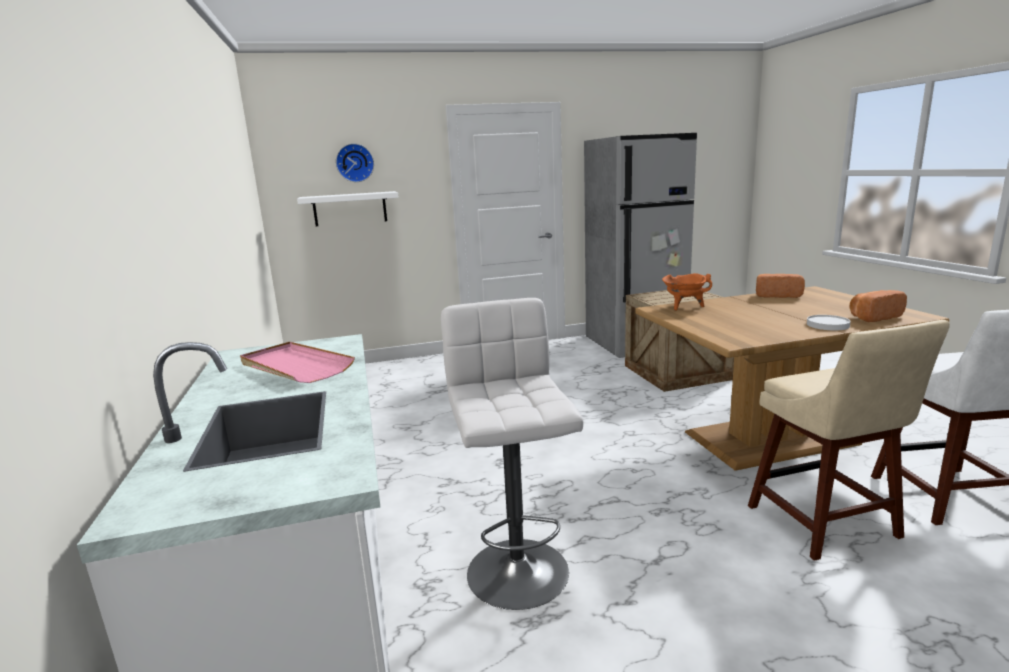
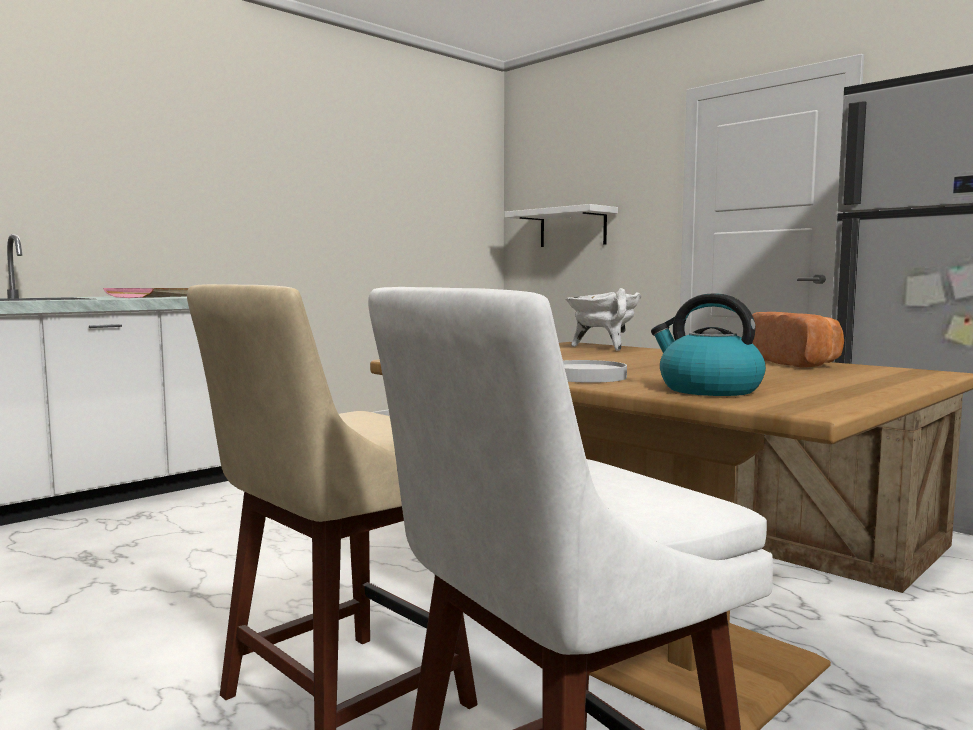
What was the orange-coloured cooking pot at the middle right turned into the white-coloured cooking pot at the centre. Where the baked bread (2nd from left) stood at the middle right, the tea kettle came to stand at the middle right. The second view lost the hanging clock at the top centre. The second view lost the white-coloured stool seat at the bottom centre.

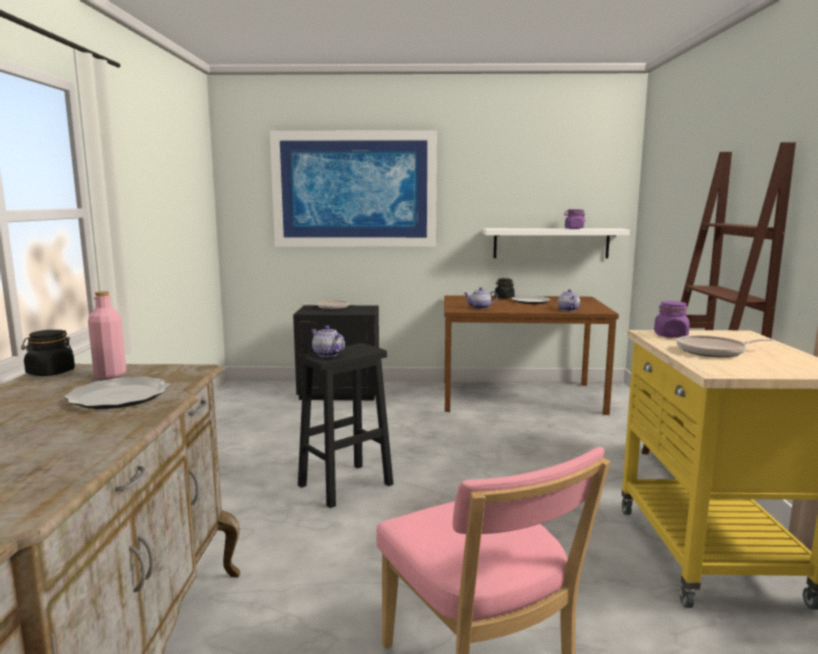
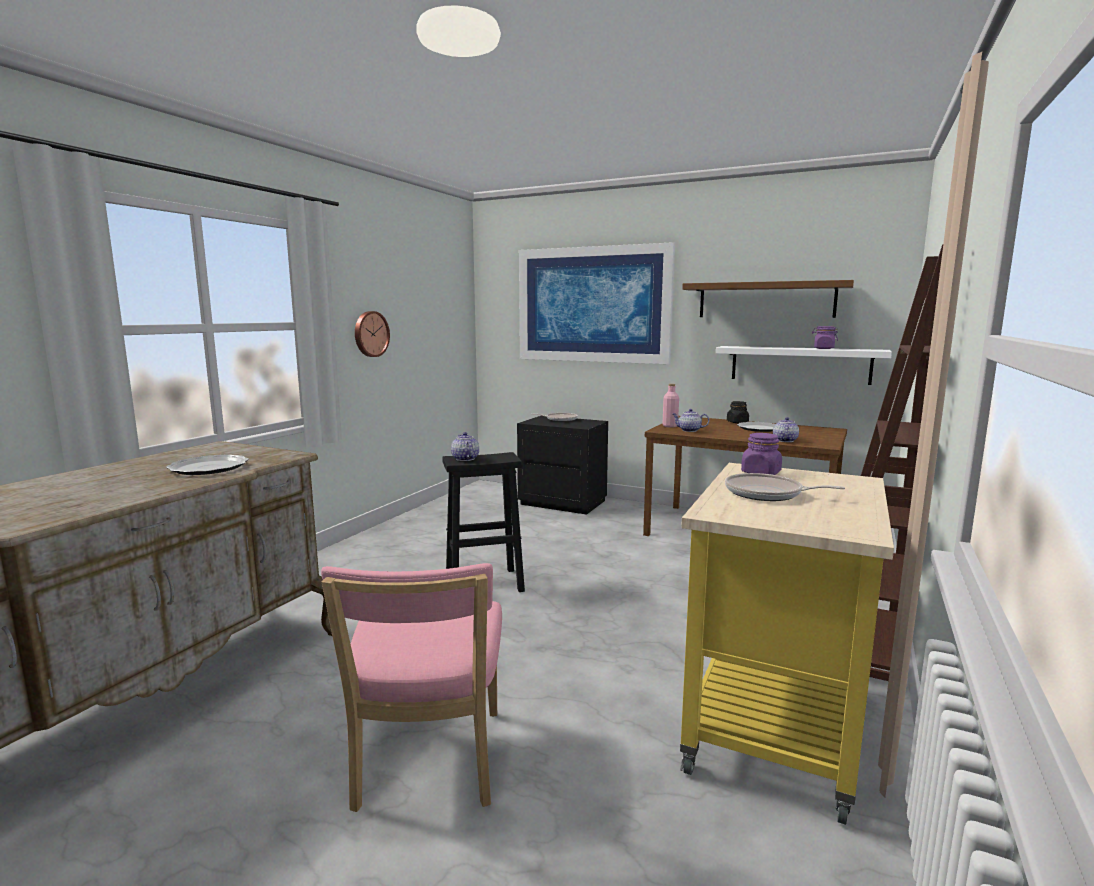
The second view gained the hanging clock at the centre. The pink-coloured drink bottle ended up elsewhere, having gone from the middle left to the centre. The second view gained the brown wall shelf at the middle right. The second view lost the black jar (1st from left) at the middle left.

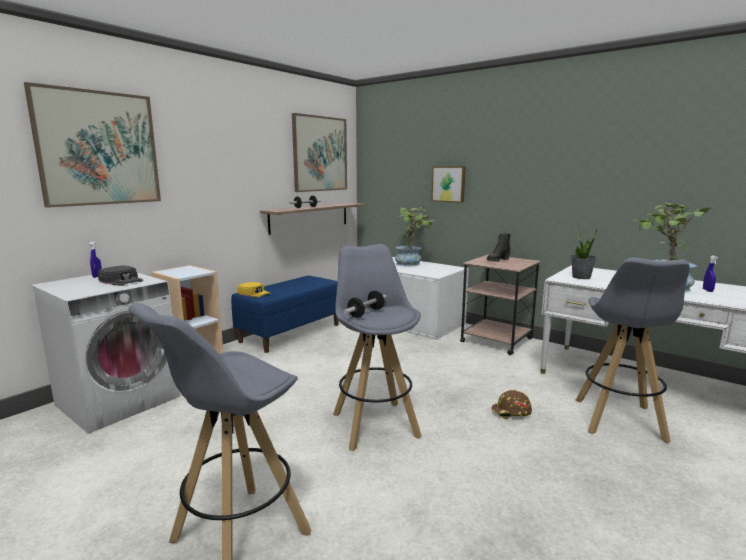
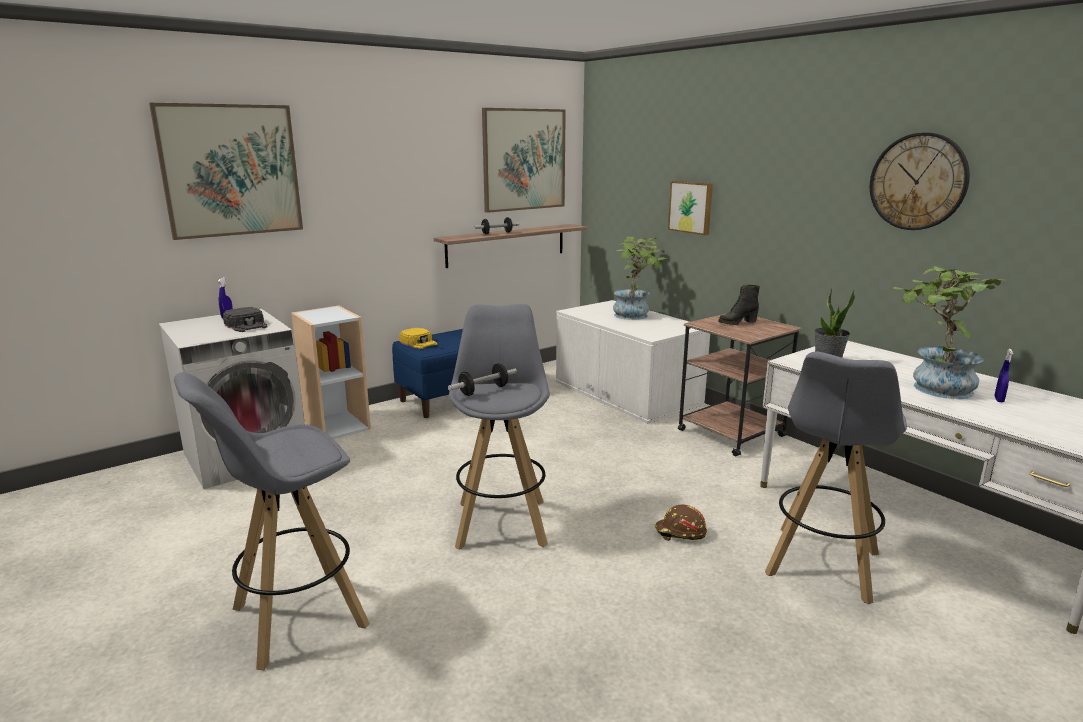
The second view gained the hanging clock at the top right.

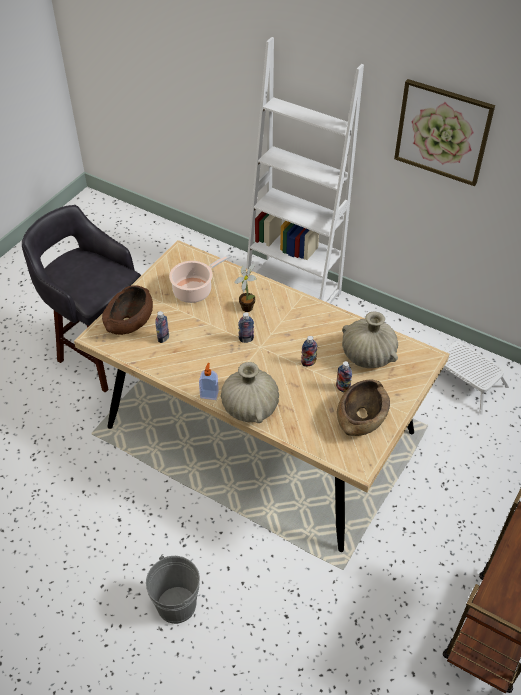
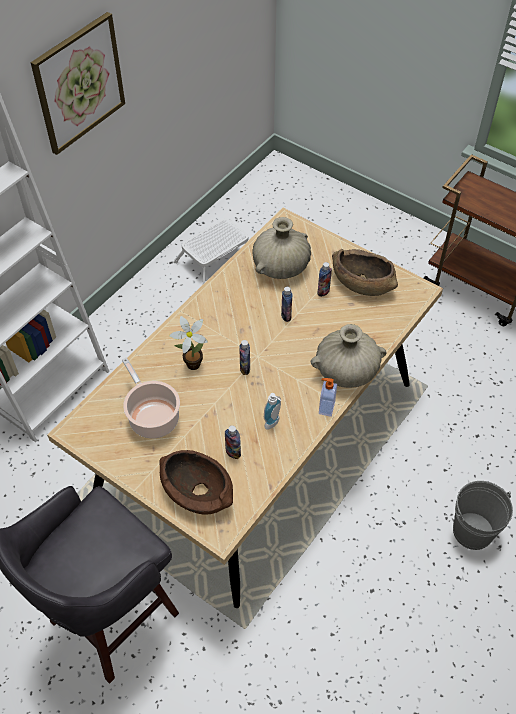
The second view gained the liquid soap bottle (1st from left) at the centre.

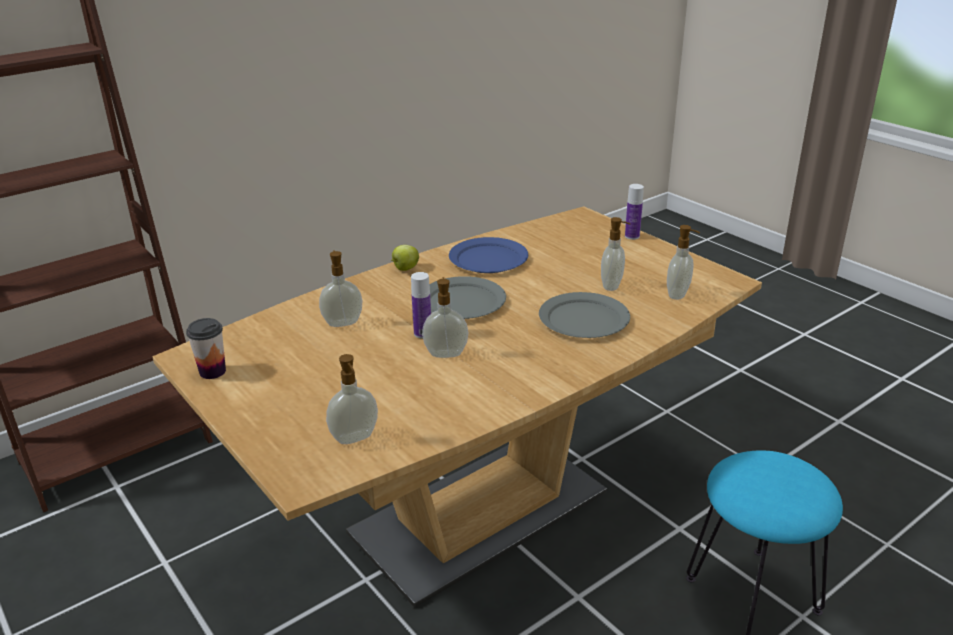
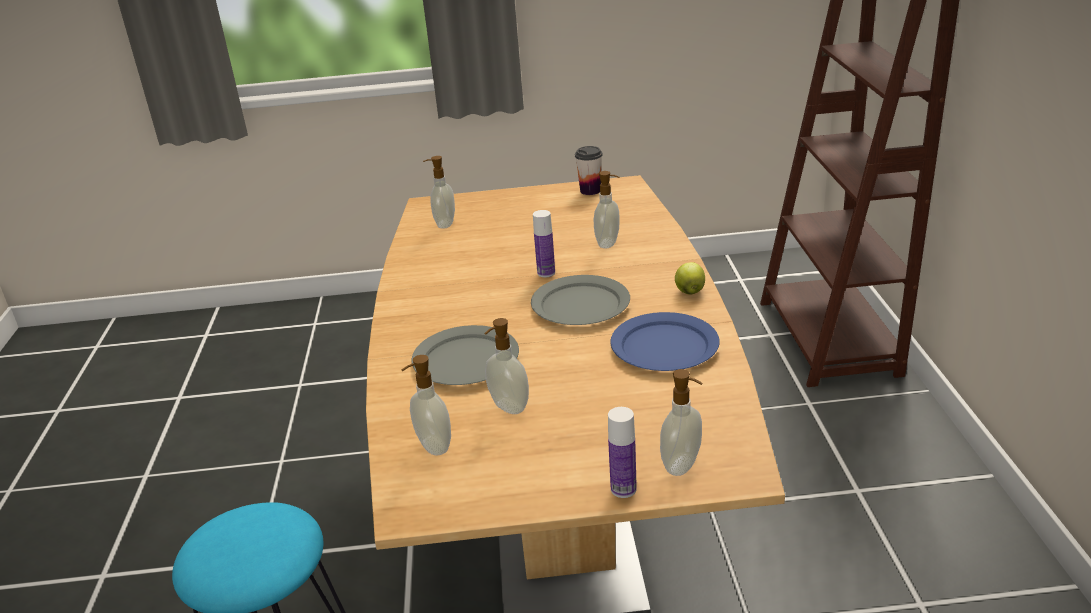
The liquid soap bottle (3rd from left in the first image) ended up elsewhere, having gone from the centre to the bottom centre.

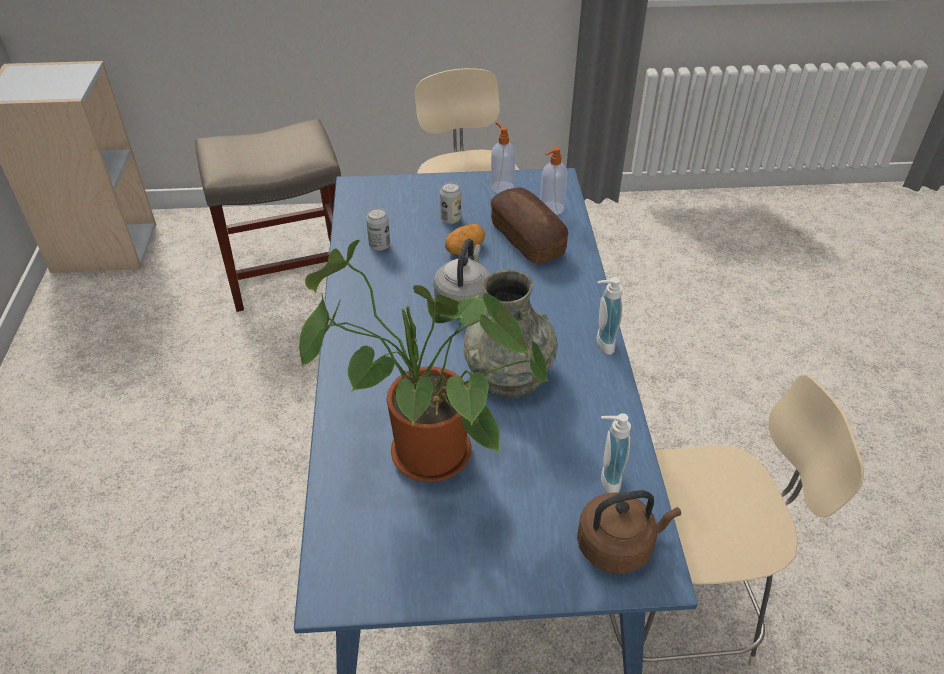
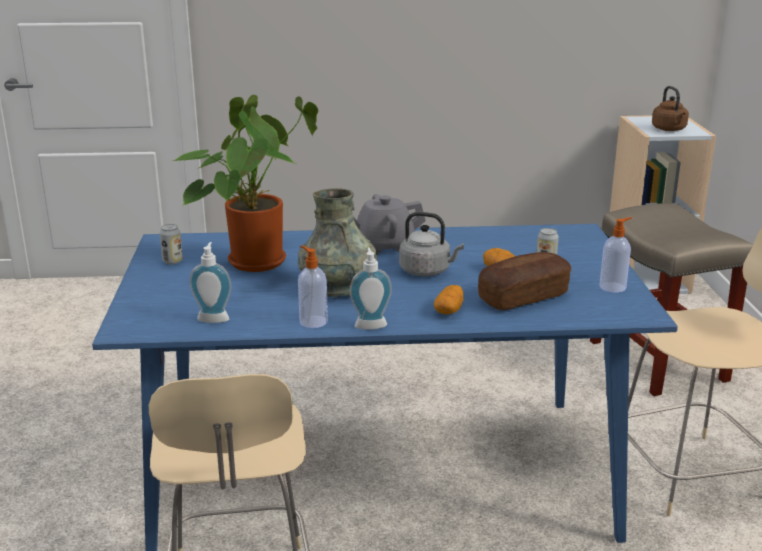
The metal can (1st from left) ended up elsewhere, having gone from the centre to the middle left. The liquid soap bottle (2nd from left) ended up elsewhere, having gone from the top centre to the centre. The second view gained the greyish tea pot at the centre. The second view gained the potato (1st from left) at the centre. The brown tea kettle ended up elsewhere, having gone from the bottom centre to the top right.

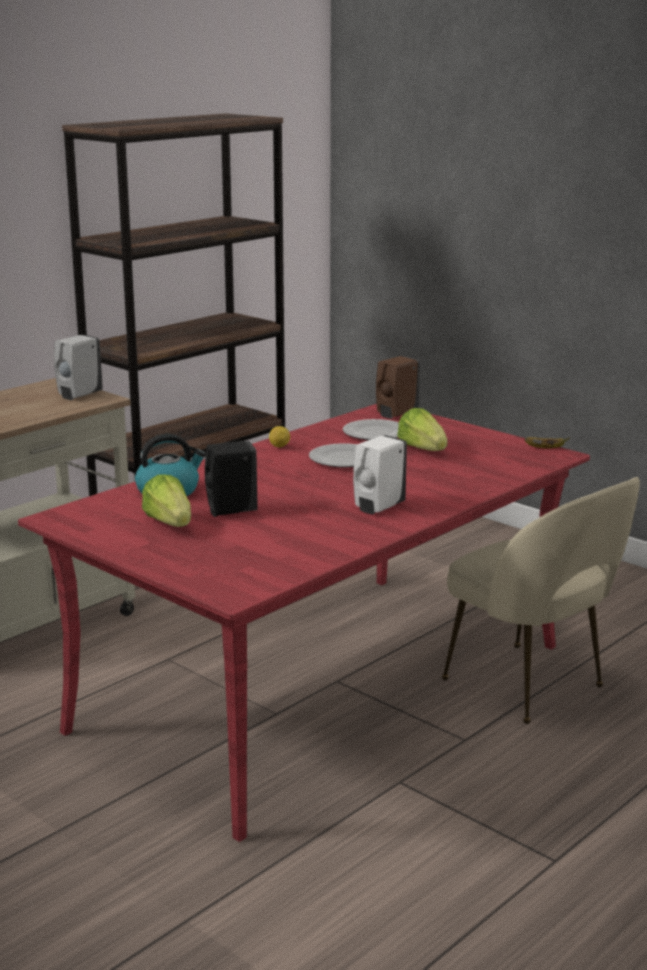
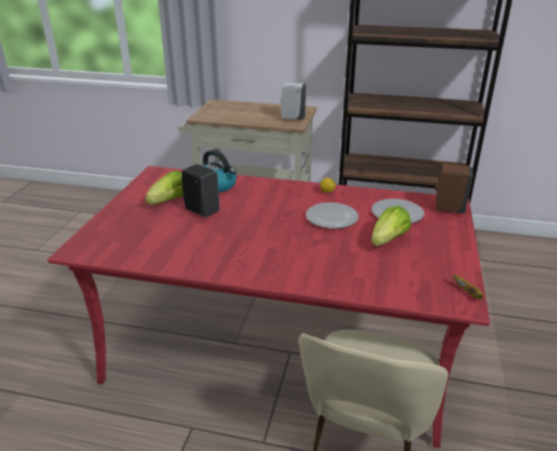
The second view lost the white-coloured liquid soap bottle (2nd from left) at the centre.

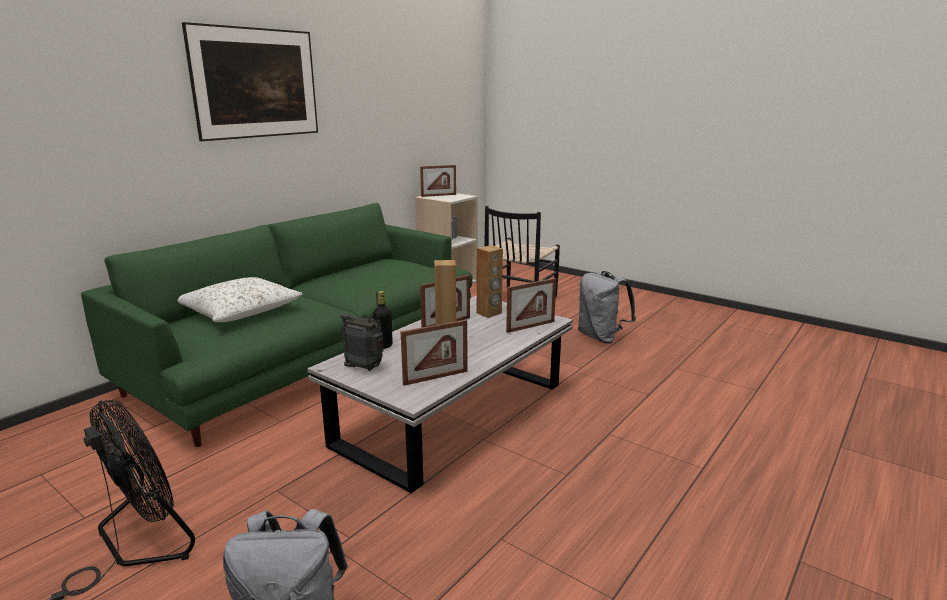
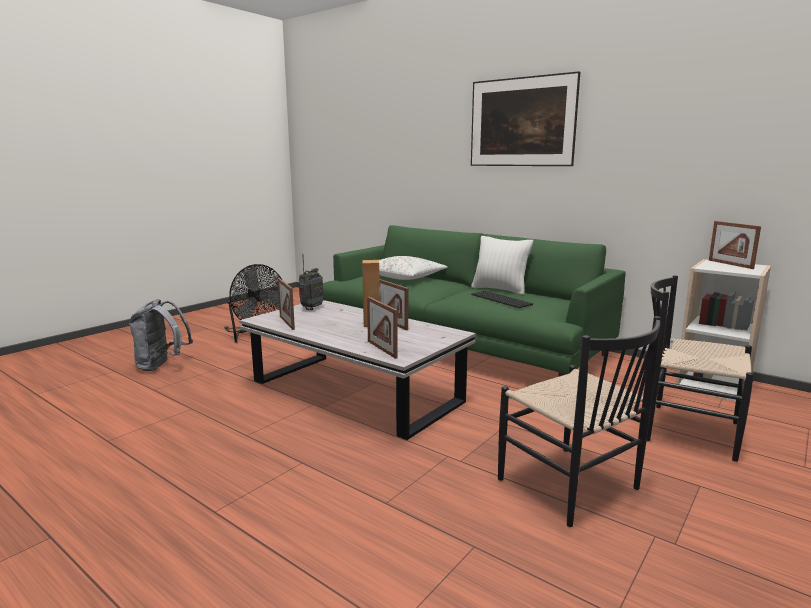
The second view gained the white-coloured cushion (2nd from left) at the centre. The second view gained the keyboard at the centre. Where the greyish rucksack (2nd from left) stood at the centre, the black upright chair (1st from left) came to stand at the bottom right. The second view lost the black drink bottle at the centre. The second view lost the brown speaker (2nd from left) at the centre.

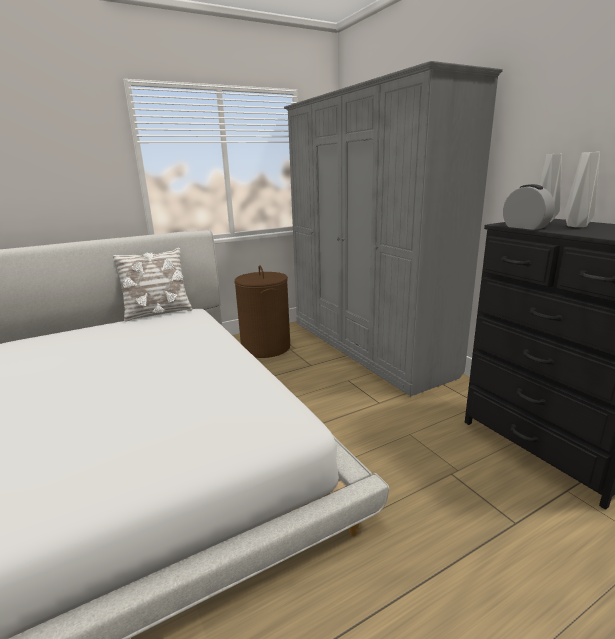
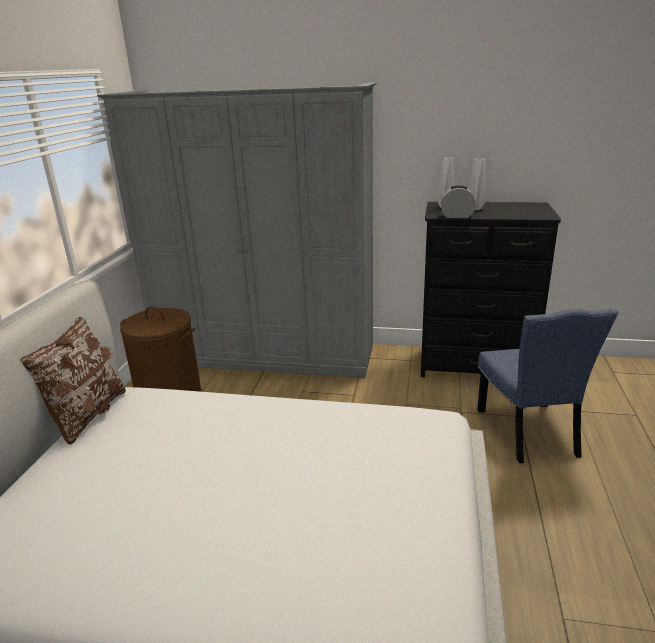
What was the white-coloured cushion at the middle left turned into the brown cushion at the middle left. The second view gained the blue-coloured upright chair at the middle right.

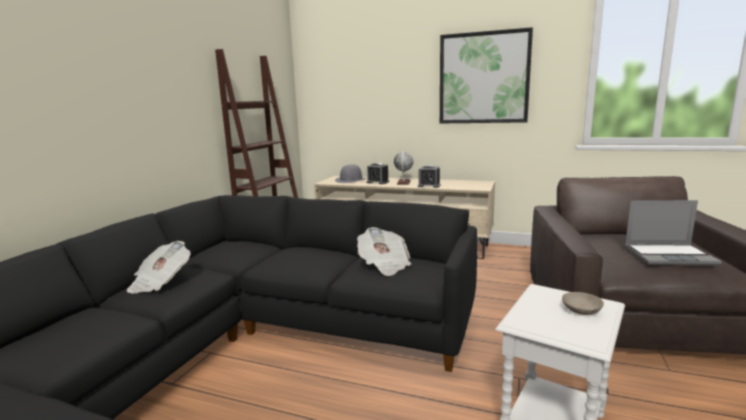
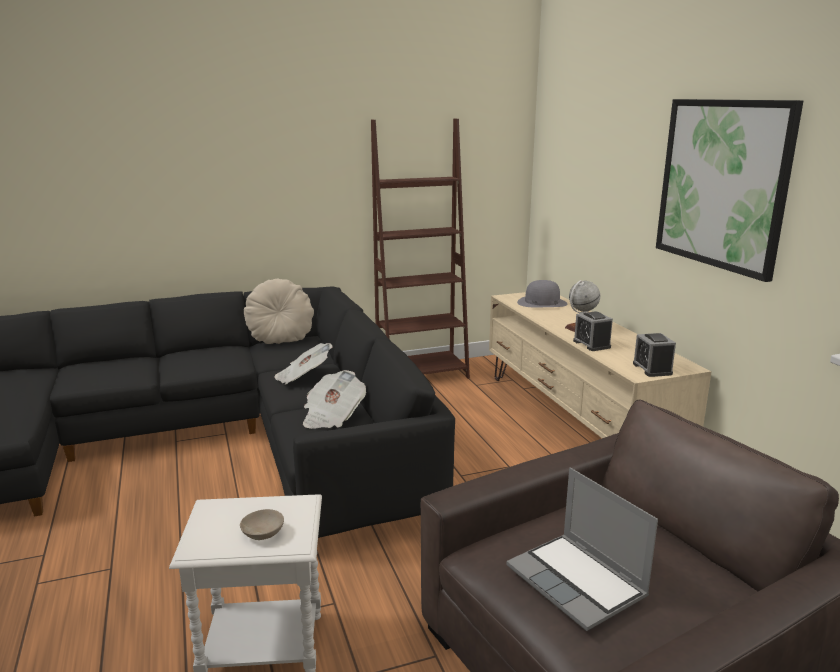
The second view gained the sand-coloured cushion at the middle left. The printed paper (1st from left) ended up elsewhere, having gone from the middle left to the centre. The bedside clock (1st from left in the first image) ended up elsewhere, having gone from the centre to the middle right.

